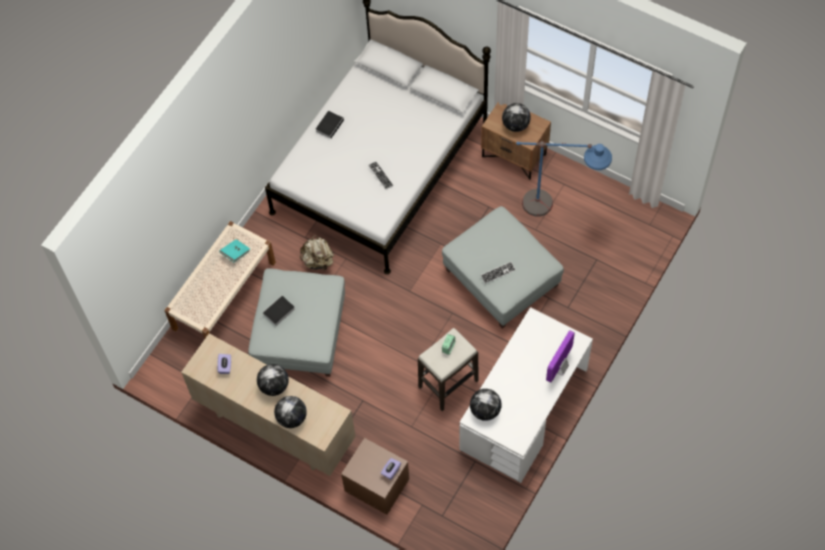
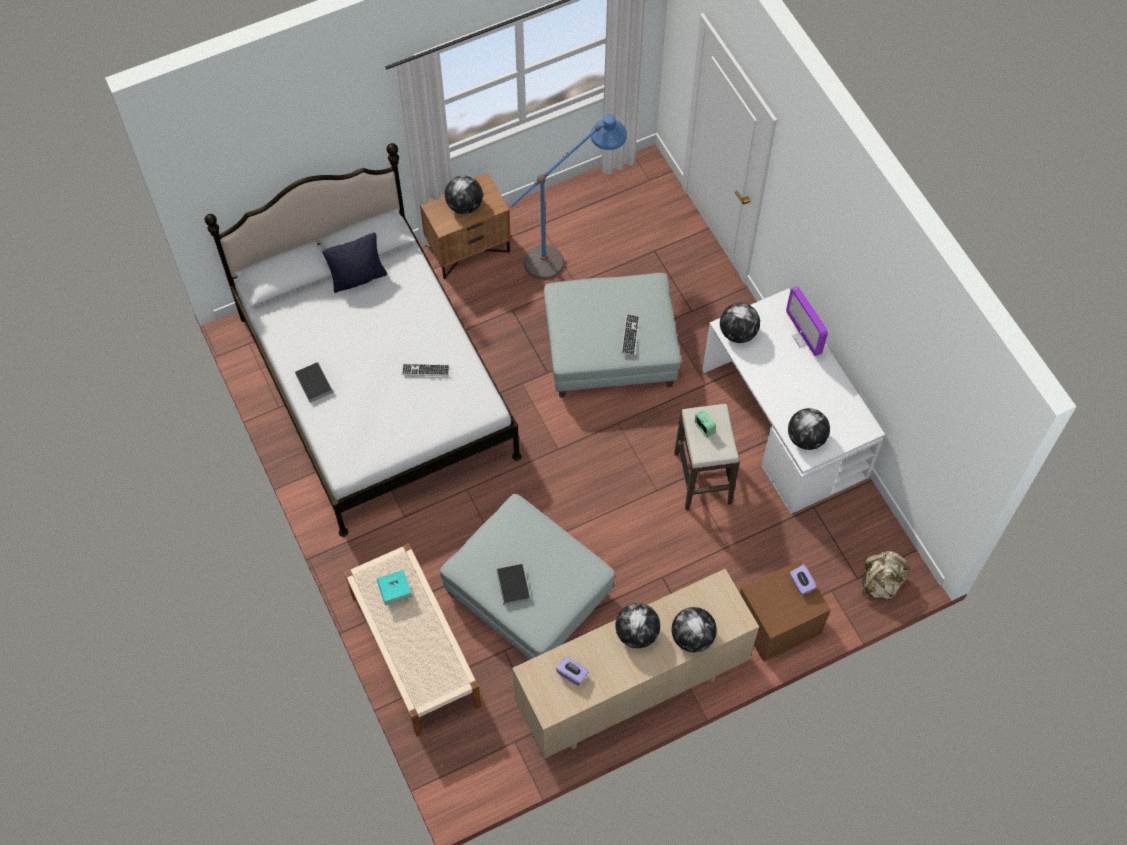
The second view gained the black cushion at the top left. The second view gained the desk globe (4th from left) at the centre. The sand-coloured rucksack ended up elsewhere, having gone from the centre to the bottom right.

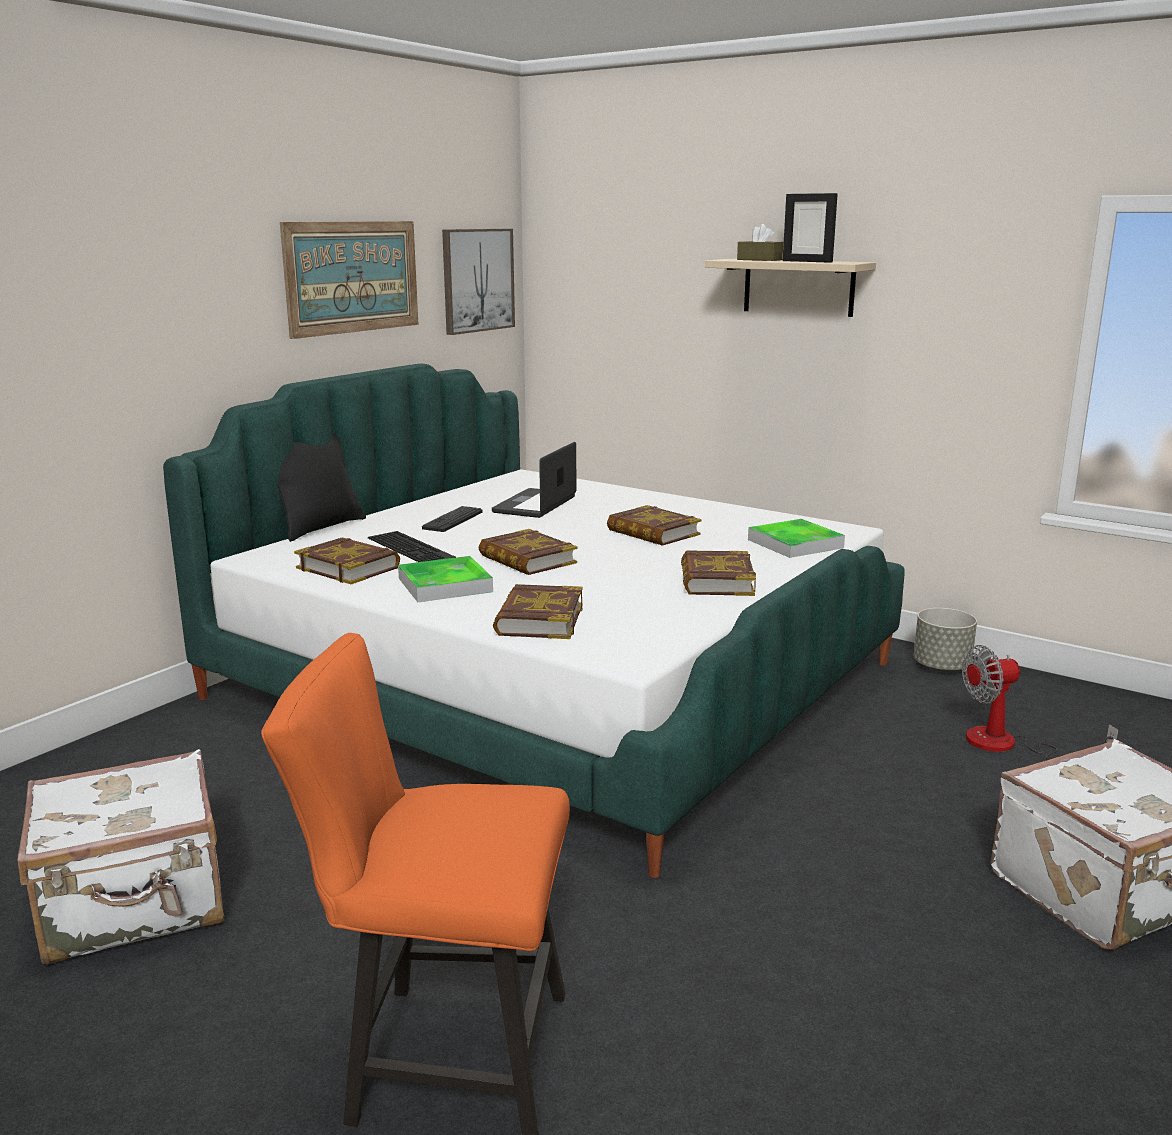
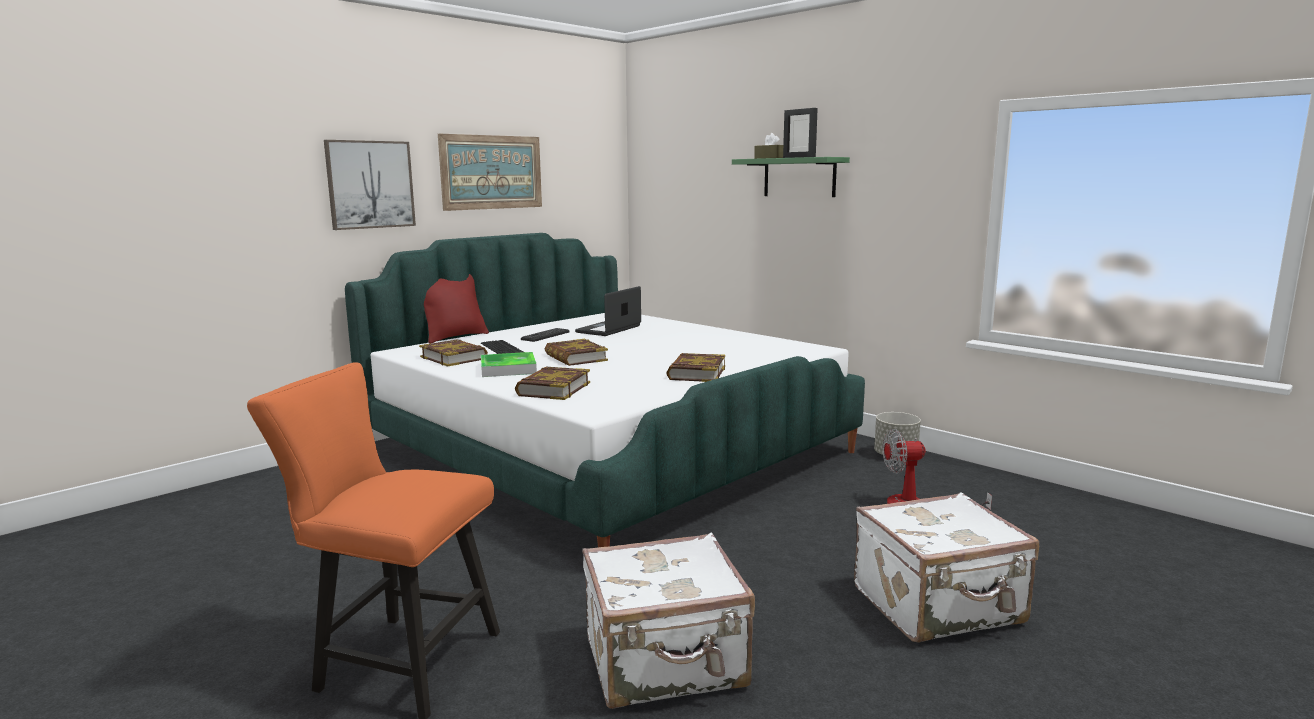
The picture (2nd from left in the first image) ended up elsewhere, having gone from the top centre to the top left. What was the black cushion at the middle left turned into the reddish cushion at the centre. The white-coloured suitcase (1st from left) ended up elsewhere, having gone from the bottom left to the bottom centre. What was the sand-coloured wall shelf at the top right turned into the green wall shelf at the top centre. The second view lost the volume (4th from left) at the centre. The second view lost the carrying tray (2nd from left) at the middle right.

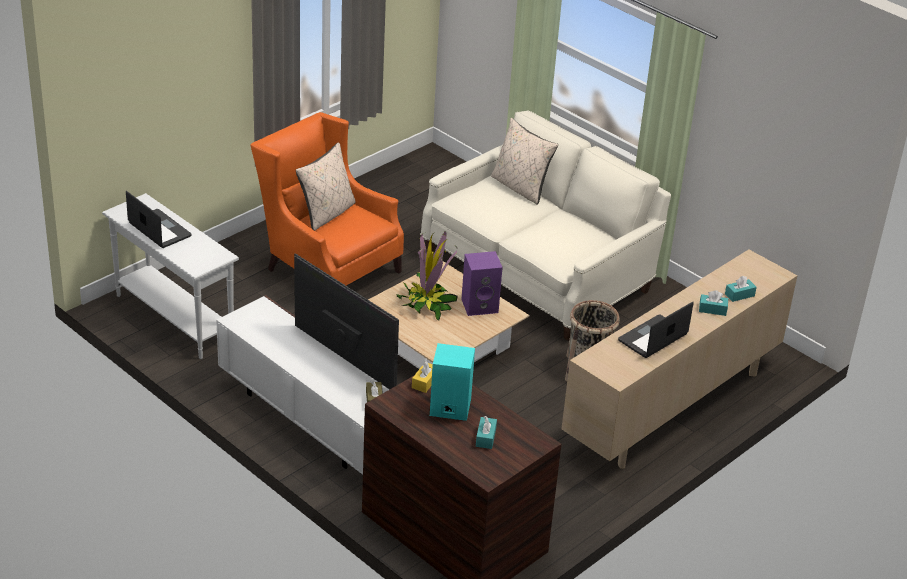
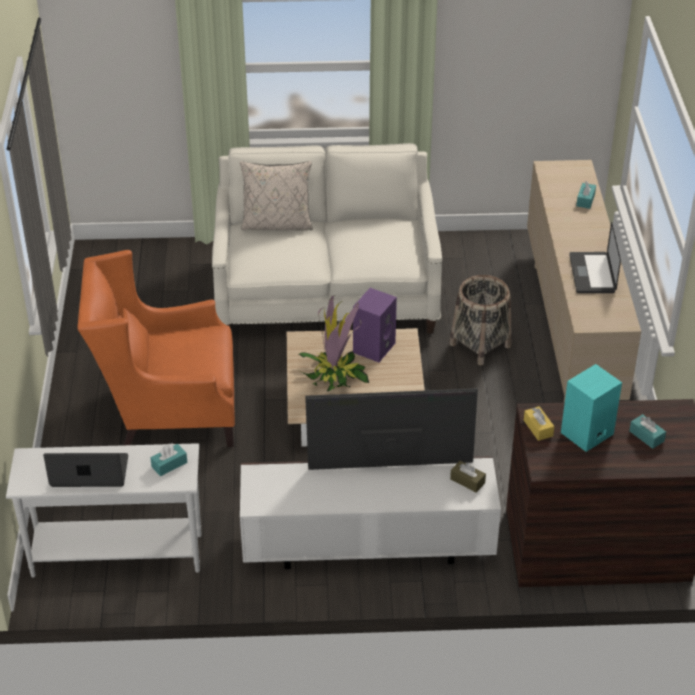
The blue-green tissue box (2nd from left in the first image) ended up elsewhere, having gone from the middle right to the middle left. The second view lost the sand-coloured cushion (1st from left) at the top centre.

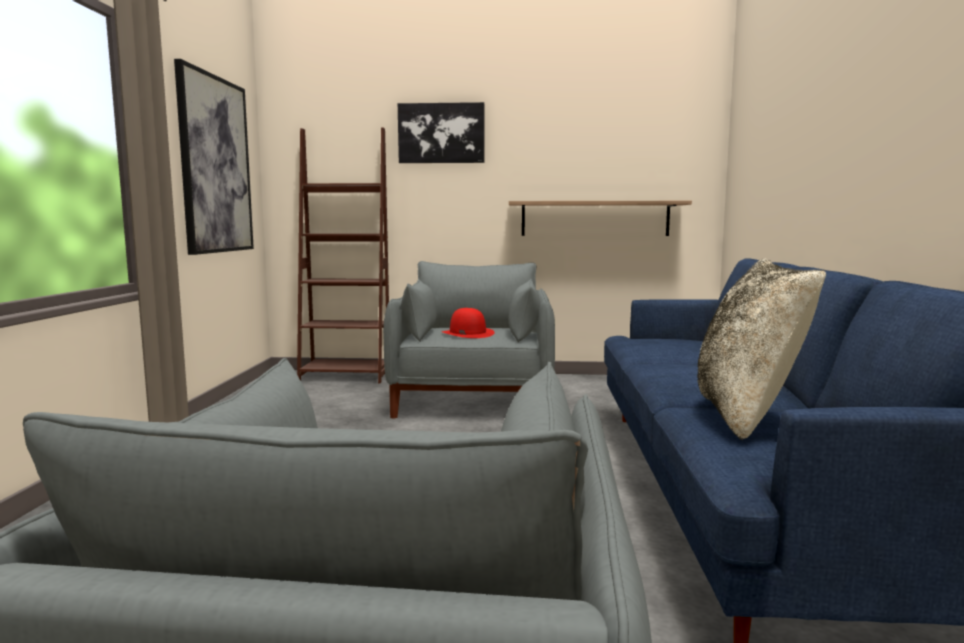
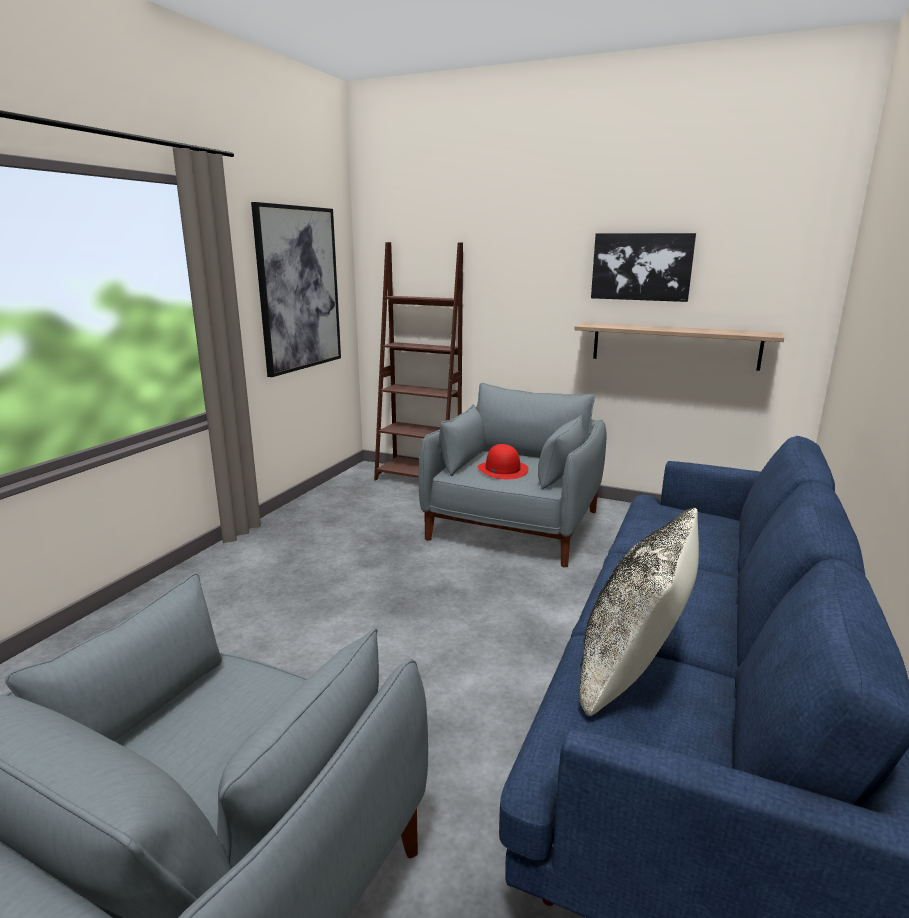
The picture (2nd from left) ended up elsewhere, having gone from the top centre to the top right.

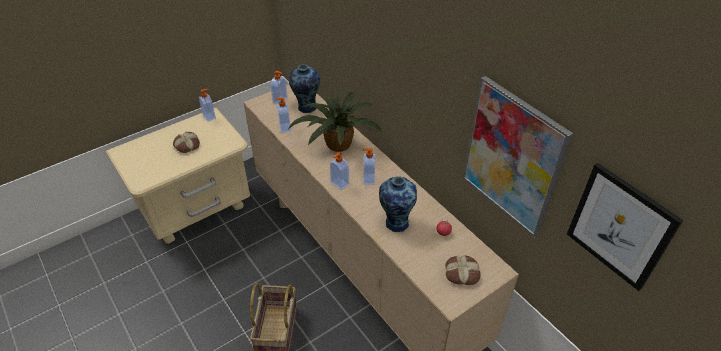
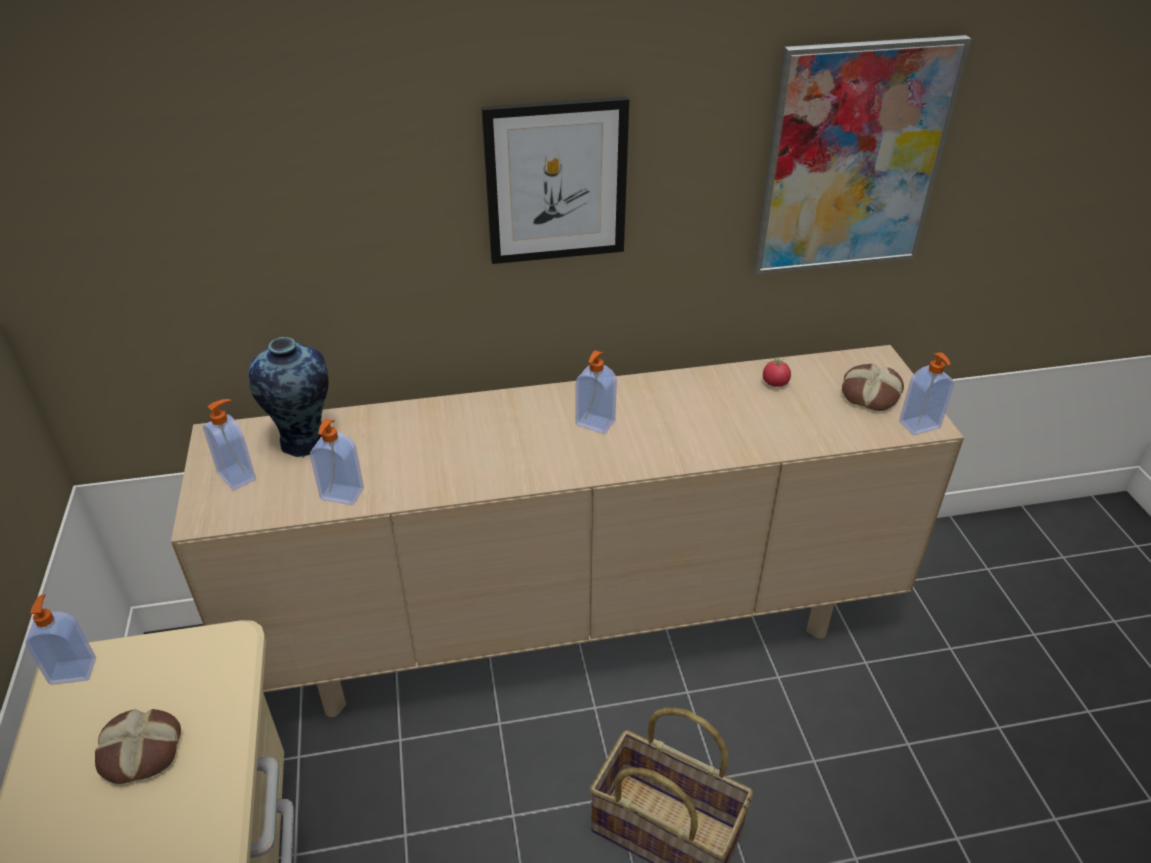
The picture (2nd from left in the first image) ended up elsewhere, having gone from the middle right to the top centre. The liquid soap bottle (4th from left in the first image) ended up elsewhere, having gone from the centre to the middle right. The second view lost the houseplant at the centre. The second view lost the decorative vase (2nd from left) at the centre.

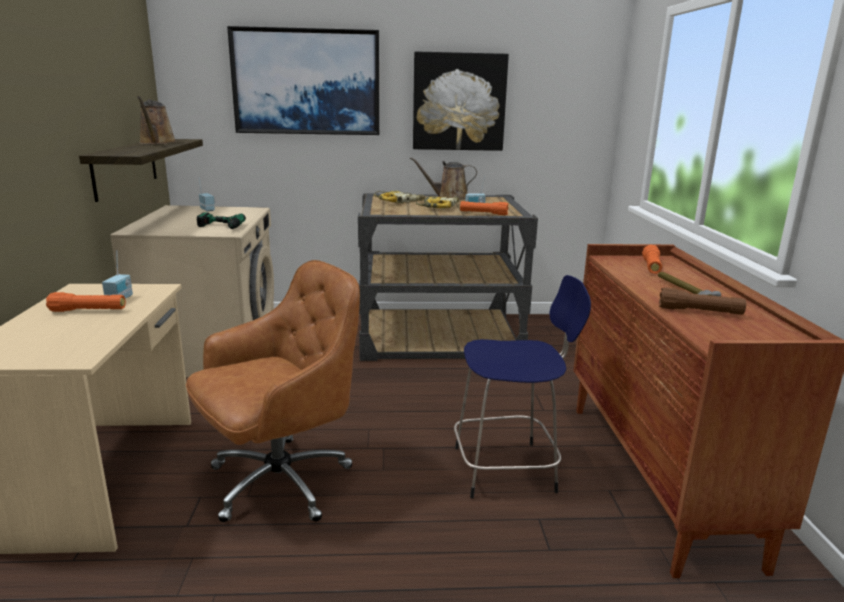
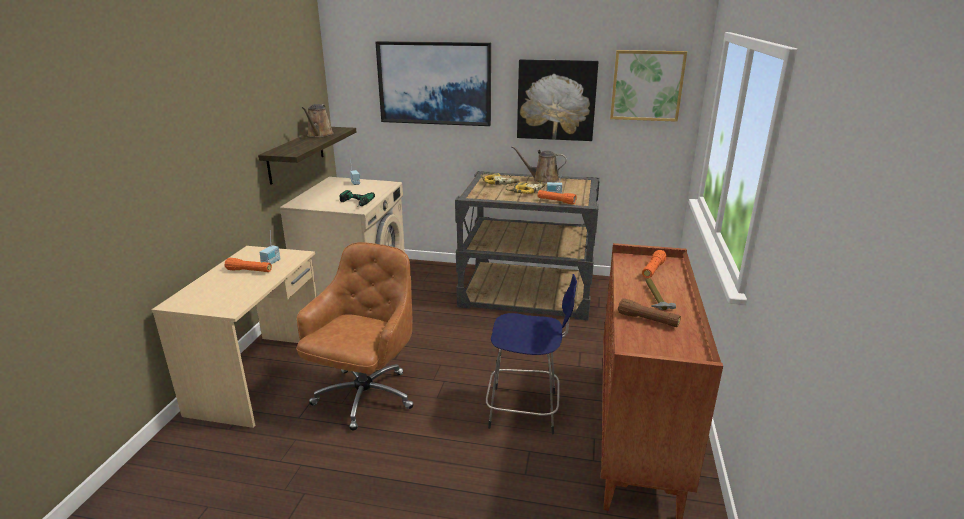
The brown desk chair at the middle left ended up facing another way, 45 degrees counterclockwise from before. The second view gained the picture (3rd from left) at the top right.

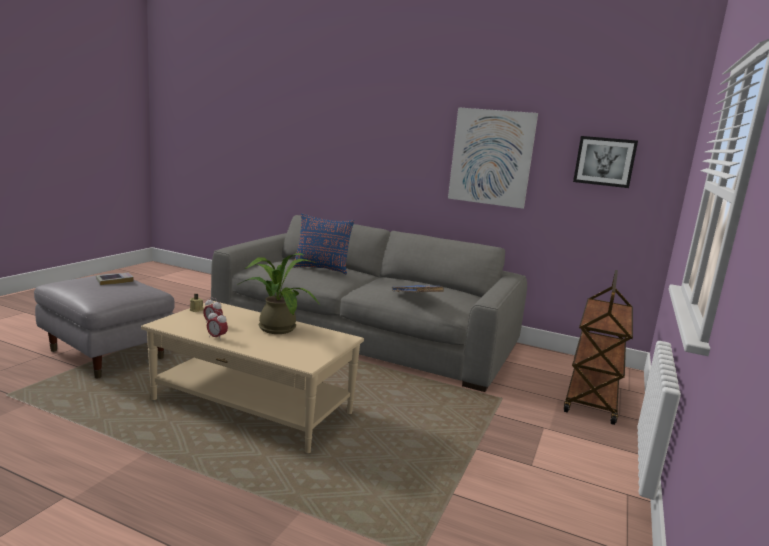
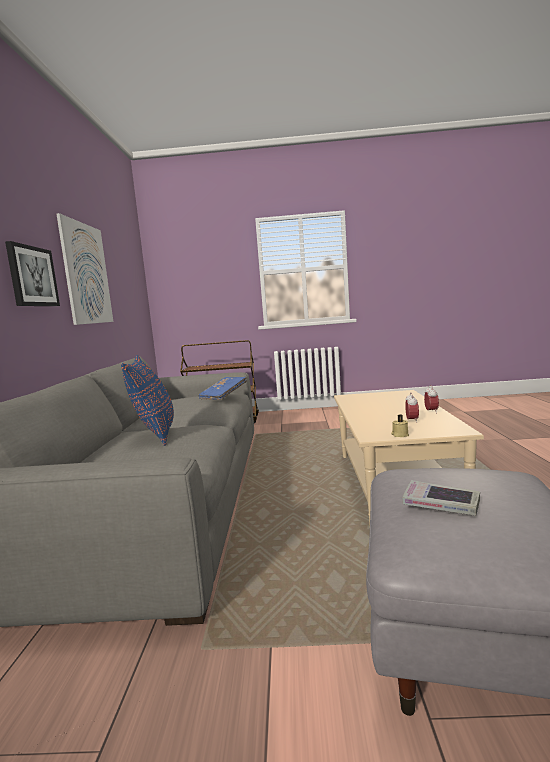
The picture (2nd from left in the first image) ended up elsewhere, having gone from the top right to the middle left. The second view lost the houseplant at the centre.

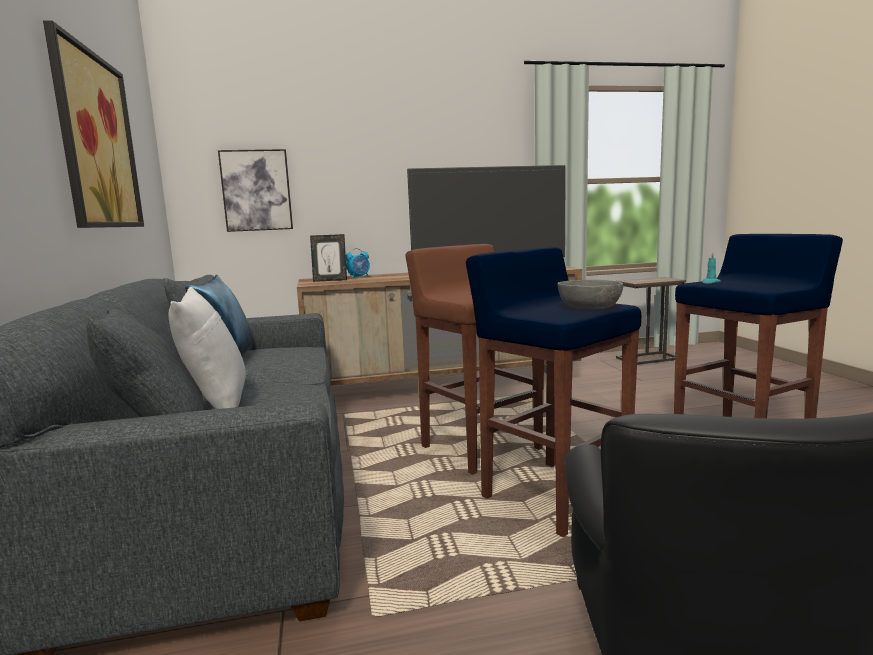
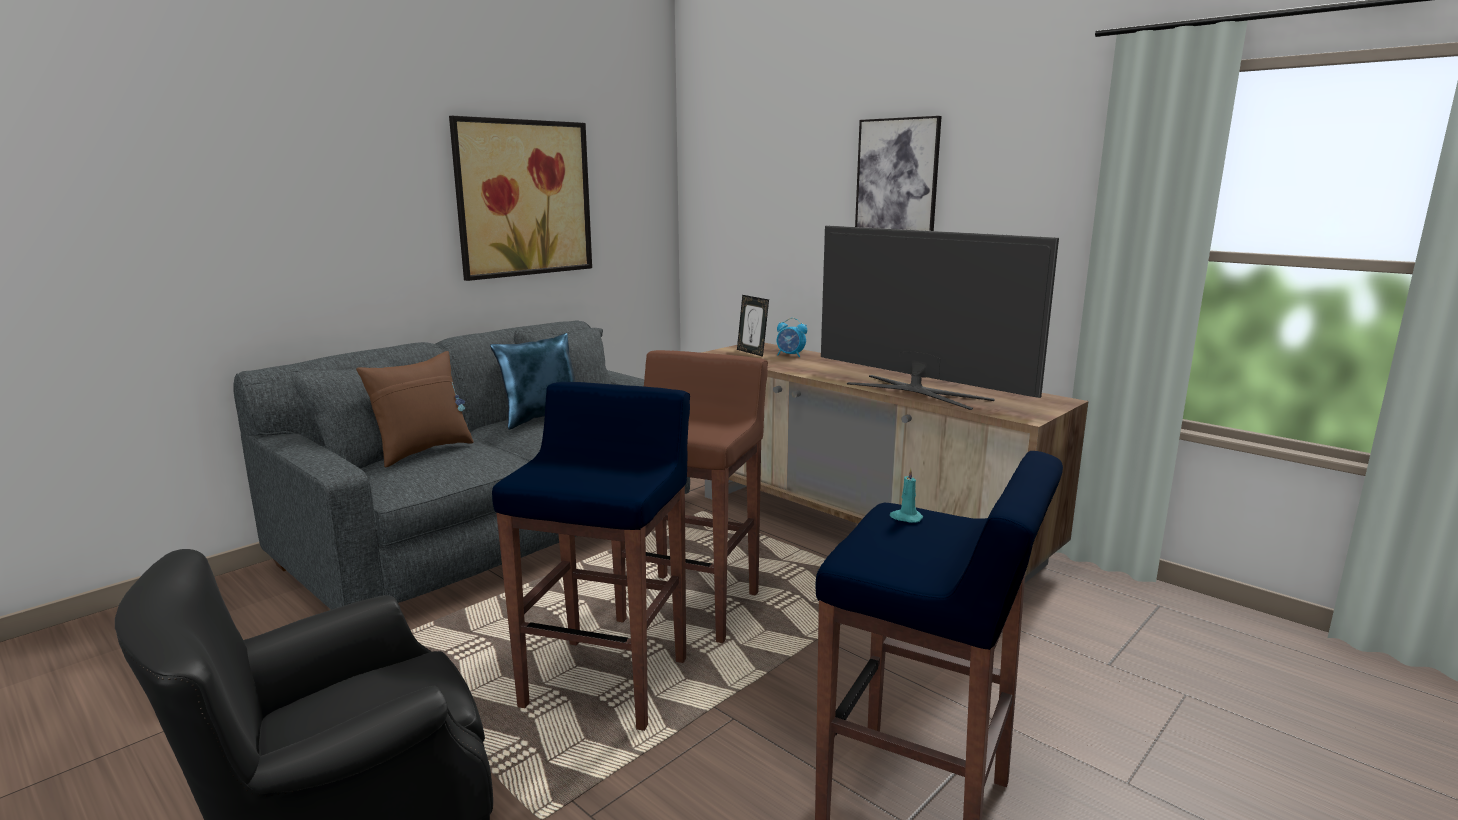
What was the greyish cushion at the middle left turned into the brown cushion at the middle left. The picture (2nd from left) ended up elsewhere, having gone from the top left to the top centre. The second view lost the greyish serving bowl at the middle right. The second view lost the brown end table at the middle right.

